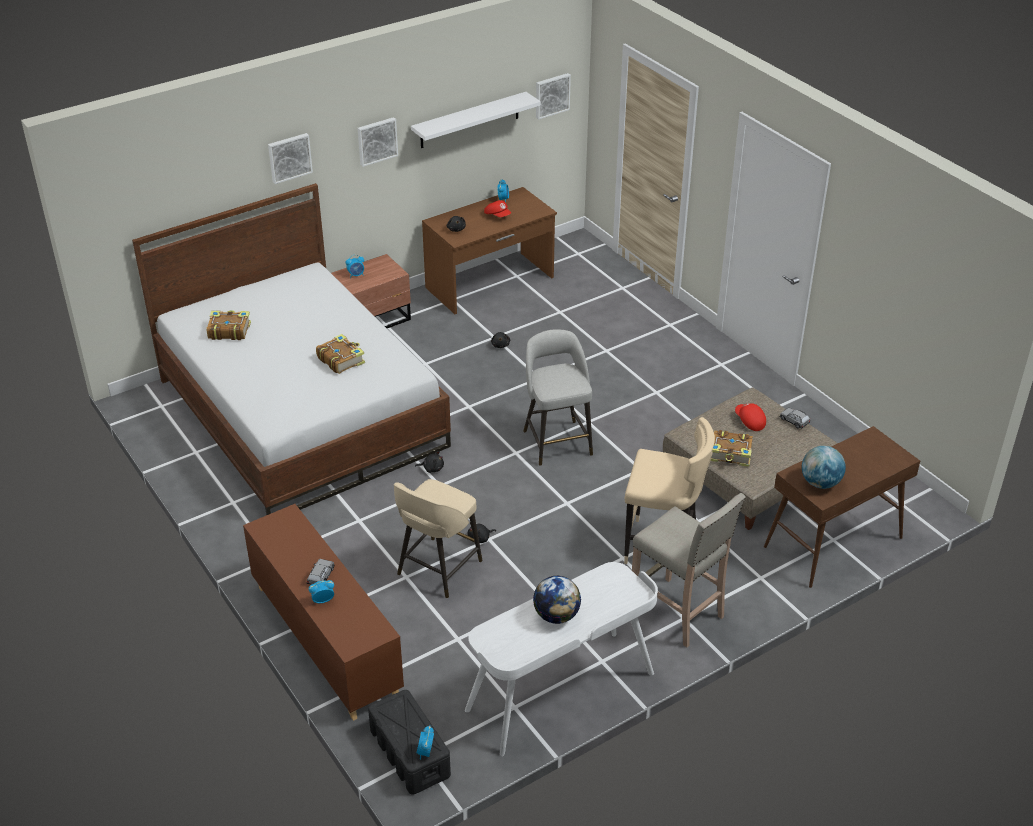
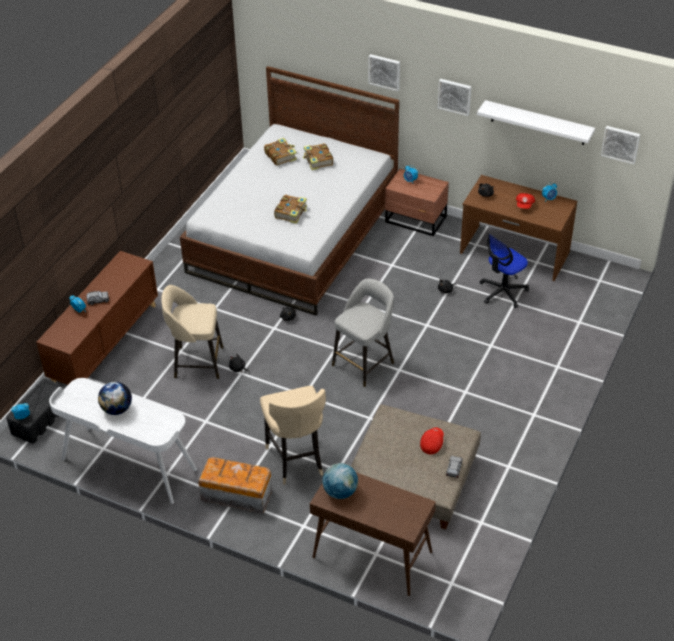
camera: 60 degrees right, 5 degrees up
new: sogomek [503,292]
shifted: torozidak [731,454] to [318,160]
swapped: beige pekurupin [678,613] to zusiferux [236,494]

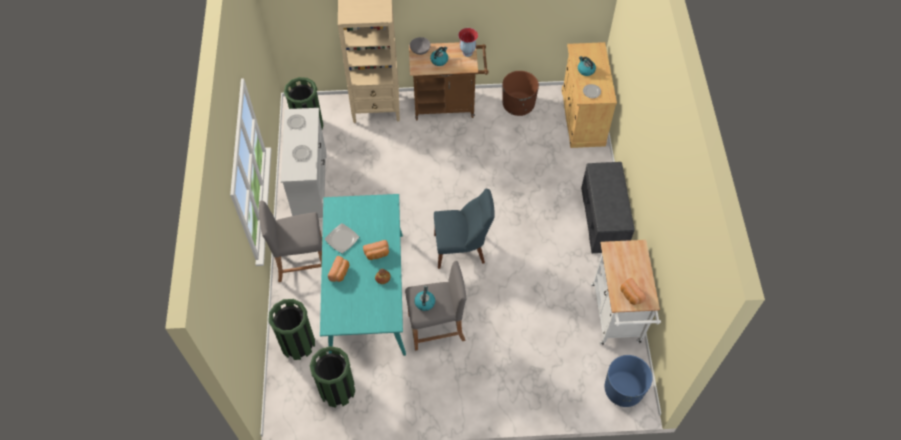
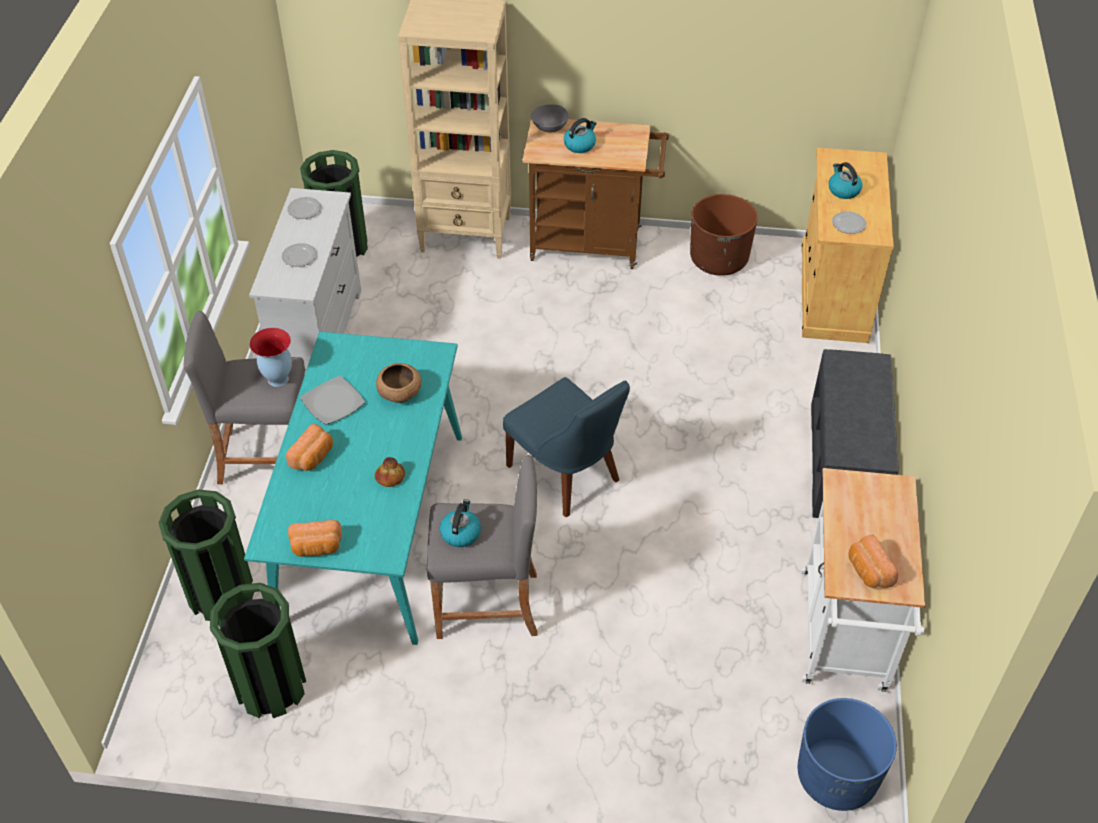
camera: 10 degrees right, 10 degrees down
new: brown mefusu [400,393]
shifted: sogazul [377,254] to [316,547]; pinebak [467,53] to [278,379]
rotated: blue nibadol [462,249] = [566,476] 45 degrees clockwise

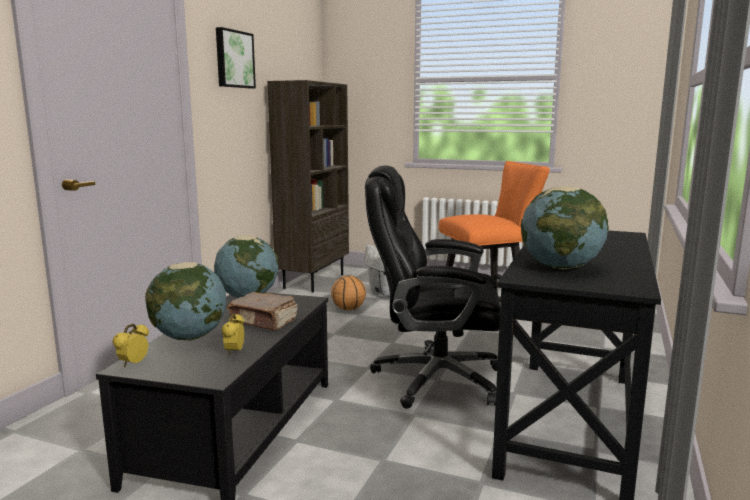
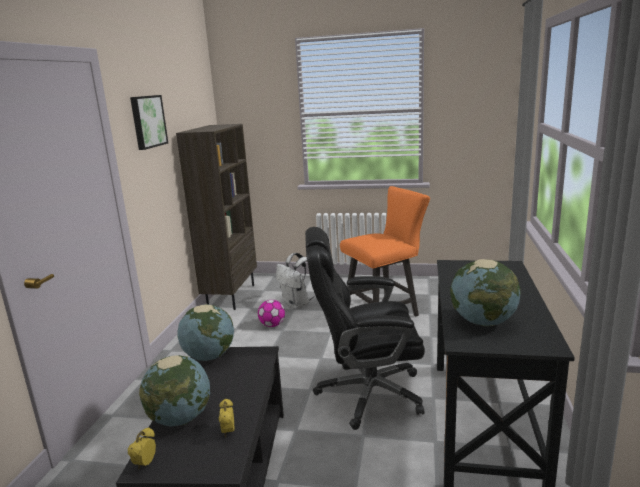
camera: 10 degrees left, 5 degrees up
gone: brown torozidak [264,322]
swapped: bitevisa [349,309] to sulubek [272,325]

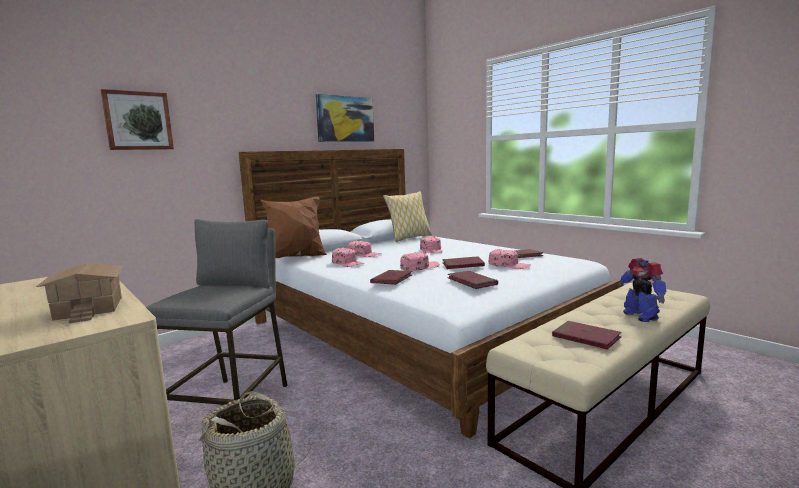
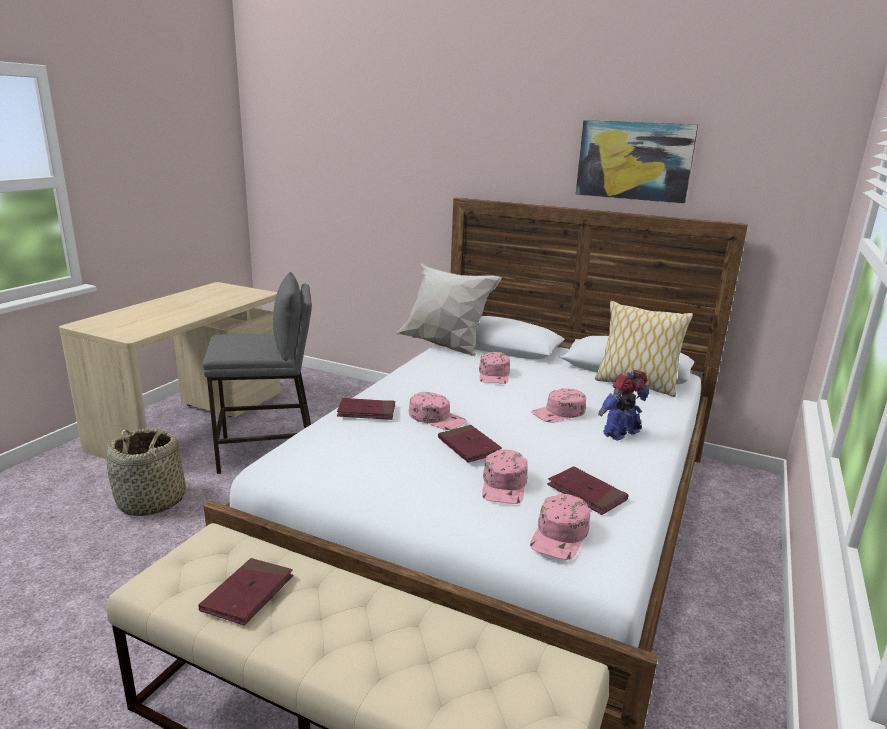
camera: 65 degrees right, 10 degrees up
gone: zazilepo [91,308]; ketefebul [138,121]; red torozidak [472,282]
shifted: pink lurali [347,263] to [560,535]; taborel [640,316] to [622,434]
repainted: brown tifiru [296,258] to white tifiru [444,346]

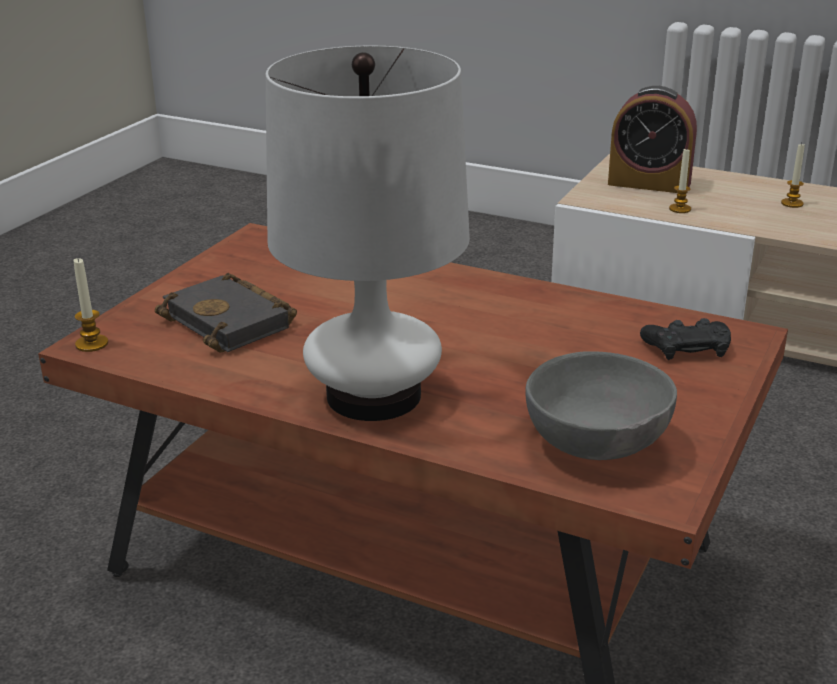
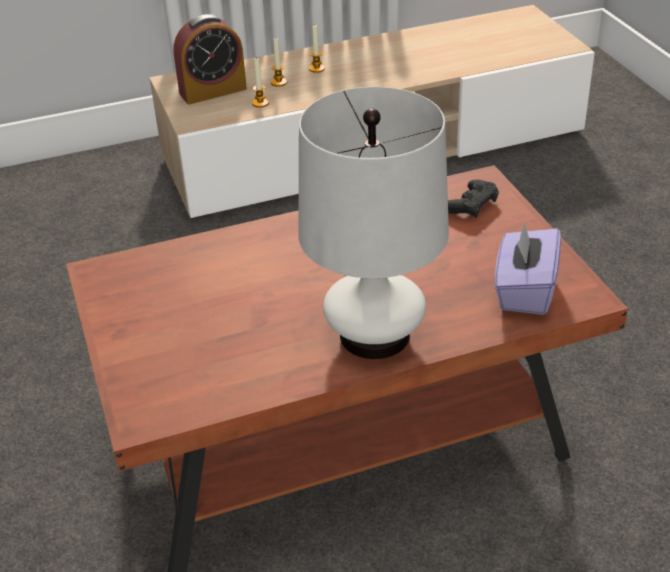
camera: 45 degrees left, 10 degrees up
gone: black torozidak [233,322]
shifted: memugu [92,344] to [279,82]
swapped: grey mefusu [597,447] to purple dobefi [524,291]

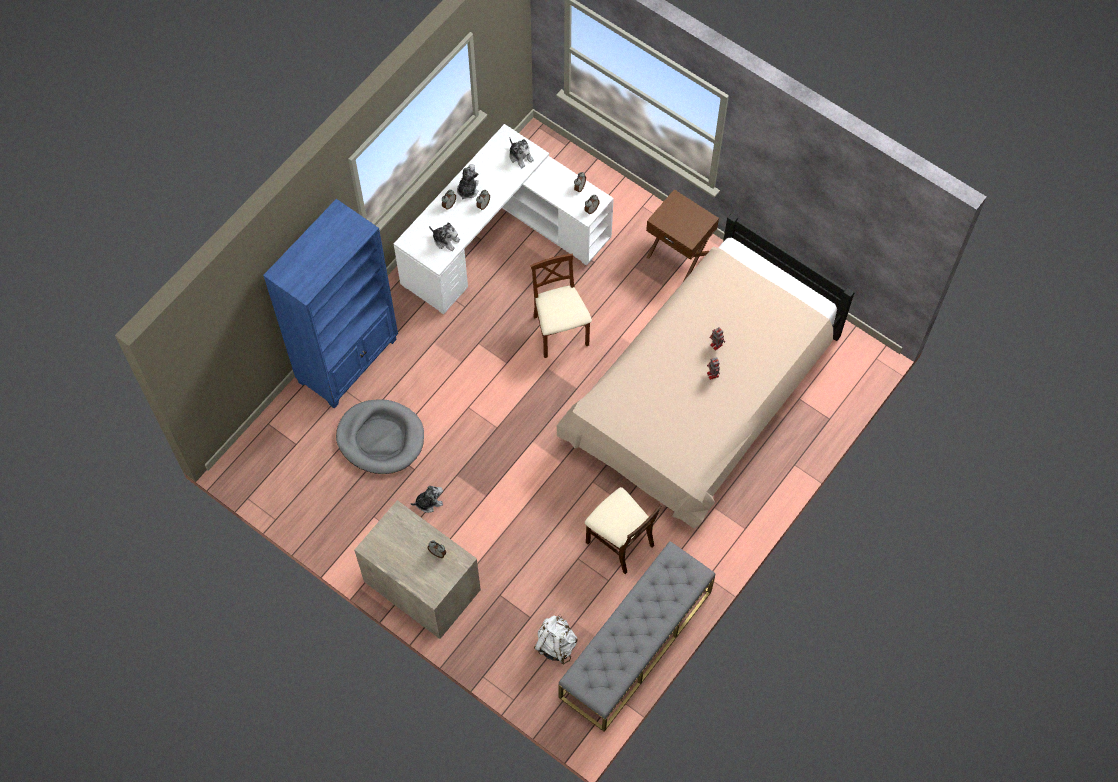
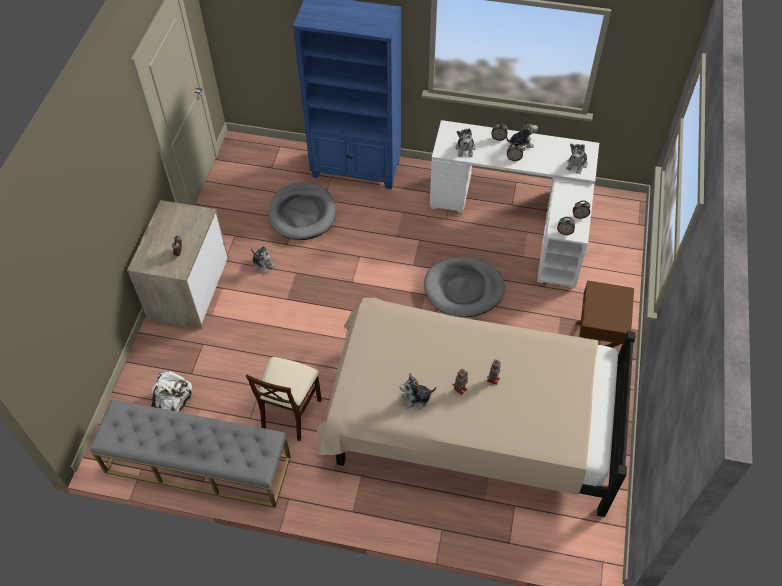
camera: 65 degrees right, 10 degrees down
new: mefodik [416,399]
swapped: brown nibadol [560,332] to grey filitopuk [463,289]

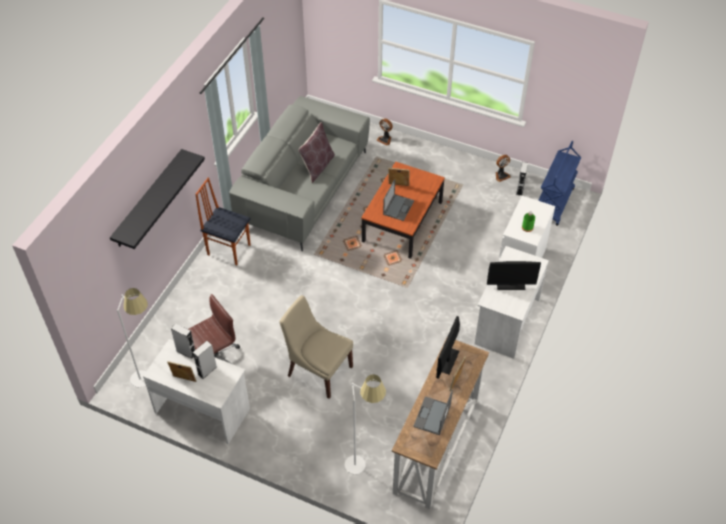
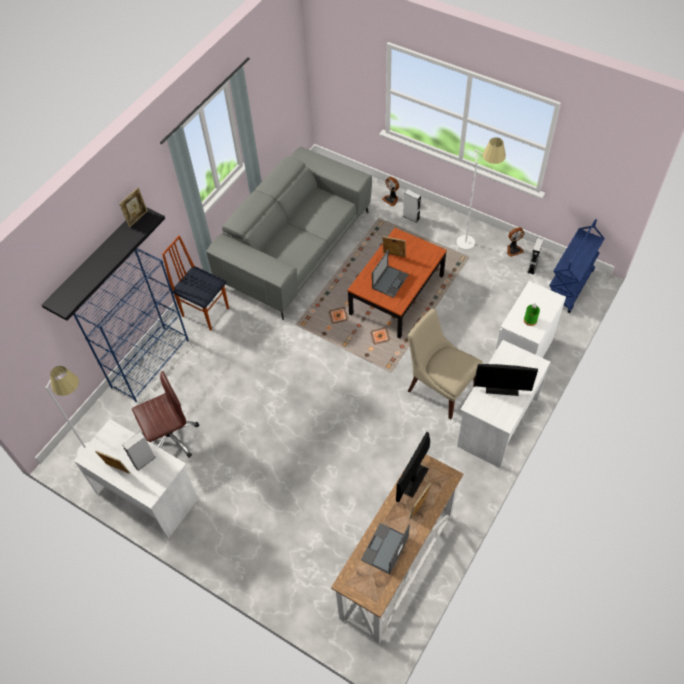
camera: 10 degrees right, 5 degrees up
gone: brown tifiru [317,166]
new: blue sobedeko [150,363]; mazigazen [137,218]
shifted: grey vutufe [186,352] to [411,217]; beige nibadol [318,370] to [440,387]; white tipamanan [364,461] to [473,240]

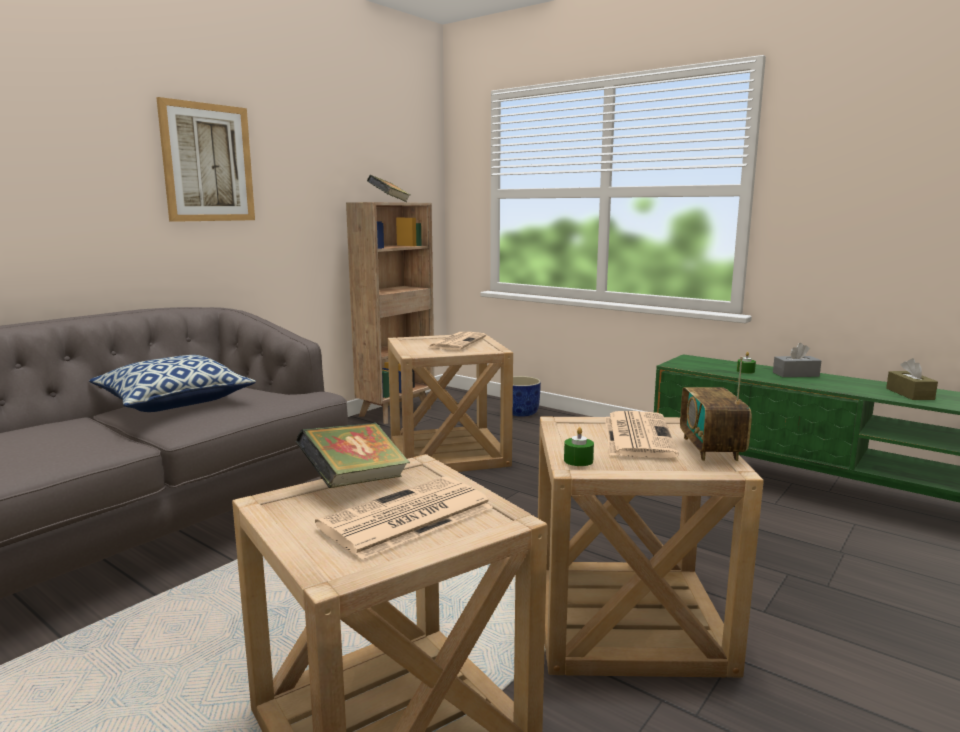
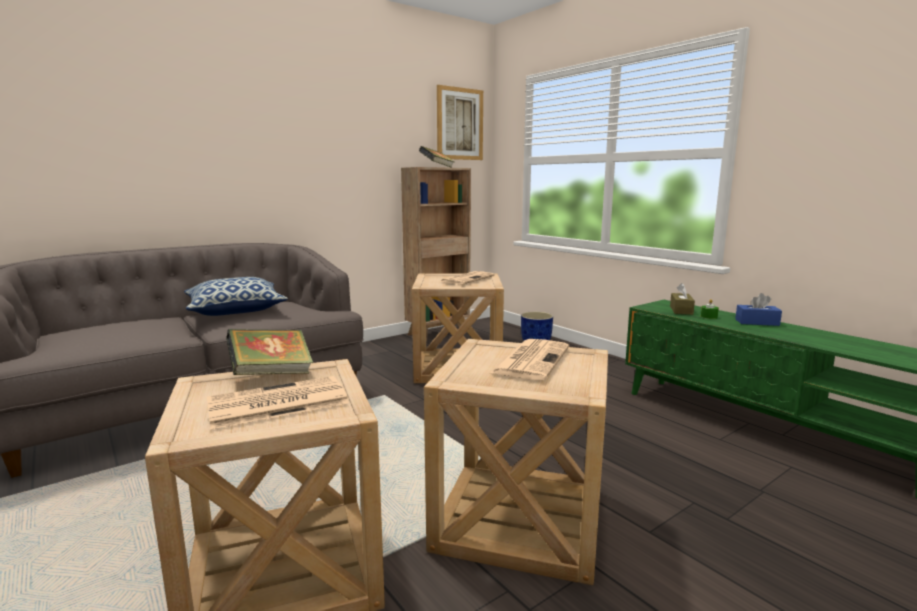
camera: 15 degrees right, 0 degrees up
gone: green memugu [578,460]; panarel [711,449]
shifted: ketefebul [208,163] to [460,124]; brown dobefi [909,394] to [681,310]
repainted: grey dobefi [795,374] to blue dobefi [757,322]

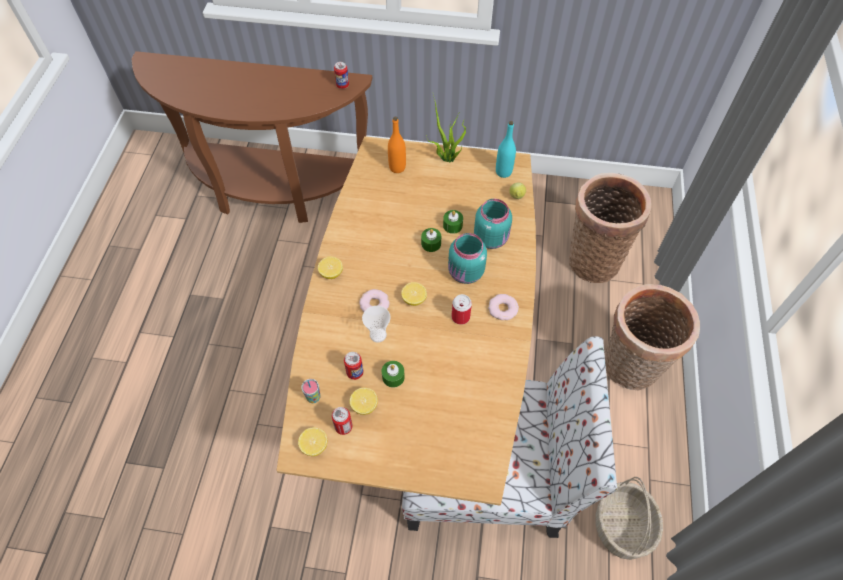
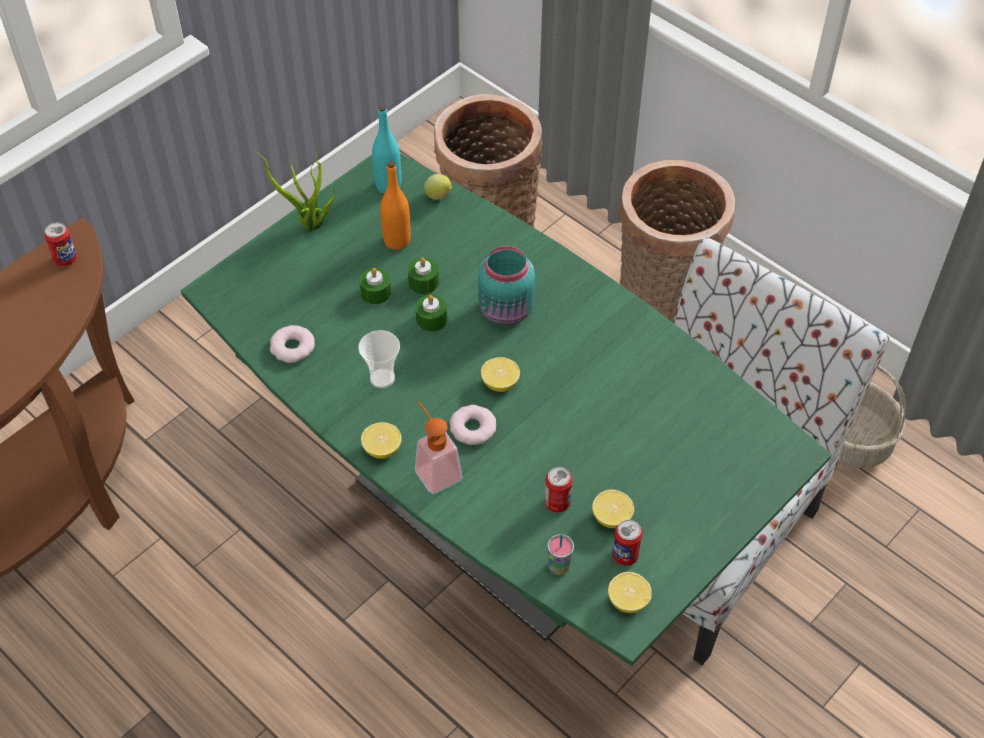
camera: 55 degrees left, 5 degrees down
gone: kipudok [460,317]; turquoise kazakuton [491,238]
new: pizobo [434,469]
shifted: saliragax [378,335] to [382,378]; green memugu [393,377] to [376,292]; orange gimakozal [397,167] to [397,241]; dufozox [502,309] to [292,347]
repainted: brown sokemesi [421,370] to green sokemesi [491,518]

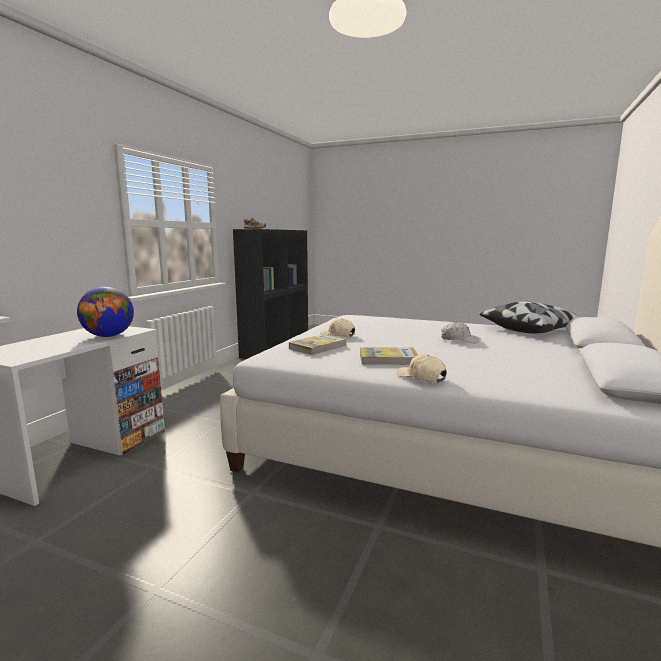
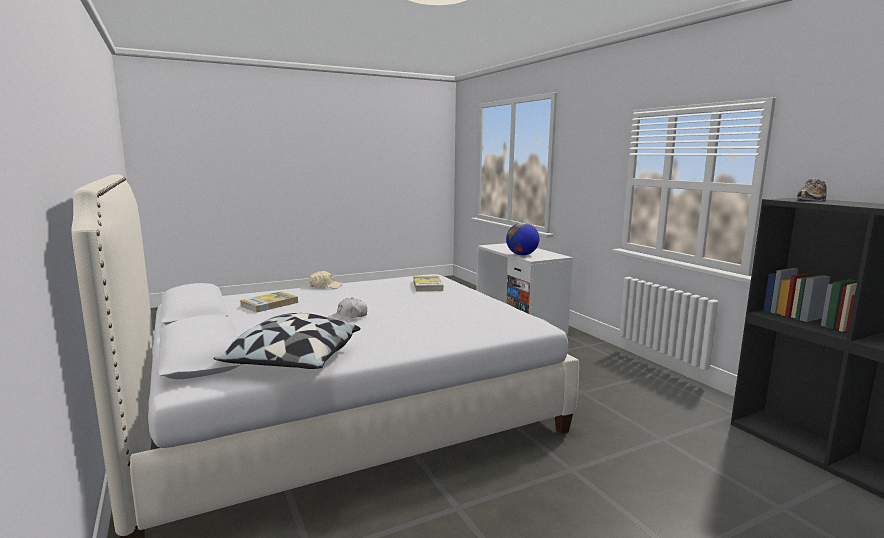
camera: 130 degrees right, 0 degrees up
gone: beige lurali [338,335]
shifted: torozidak [388,359] to [269,304]

